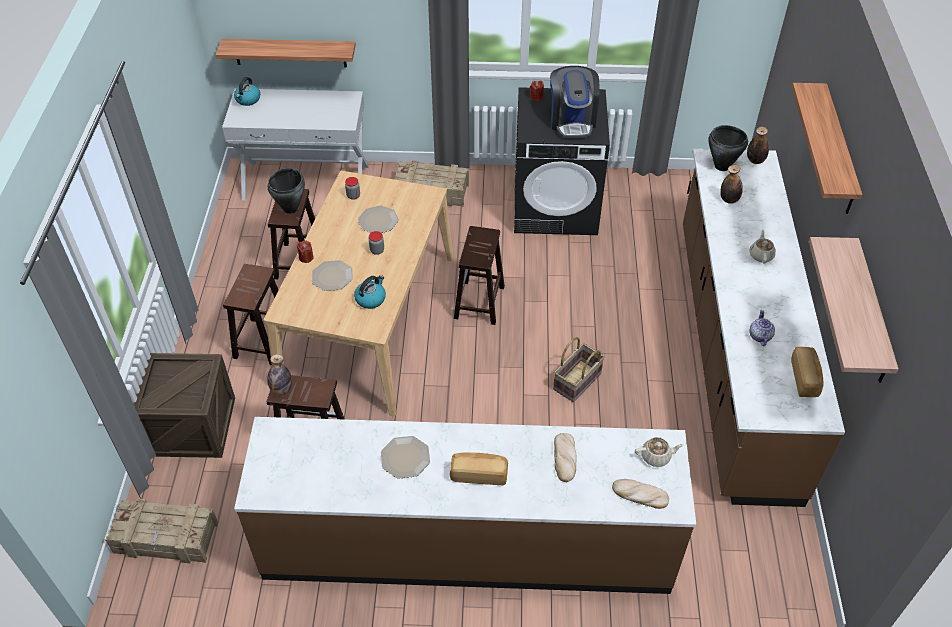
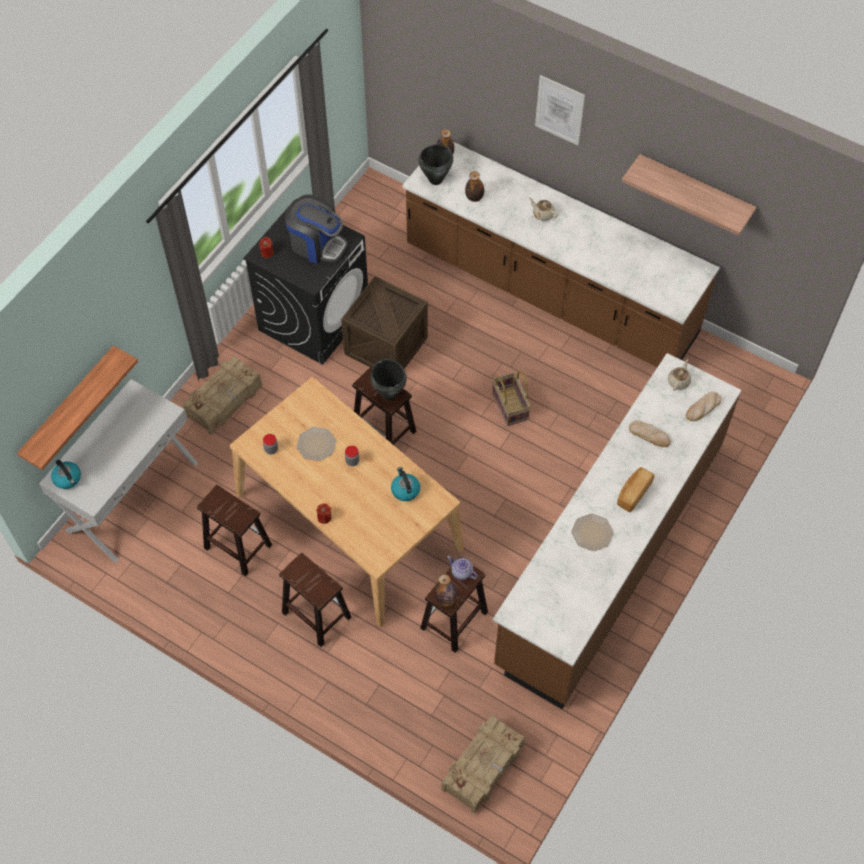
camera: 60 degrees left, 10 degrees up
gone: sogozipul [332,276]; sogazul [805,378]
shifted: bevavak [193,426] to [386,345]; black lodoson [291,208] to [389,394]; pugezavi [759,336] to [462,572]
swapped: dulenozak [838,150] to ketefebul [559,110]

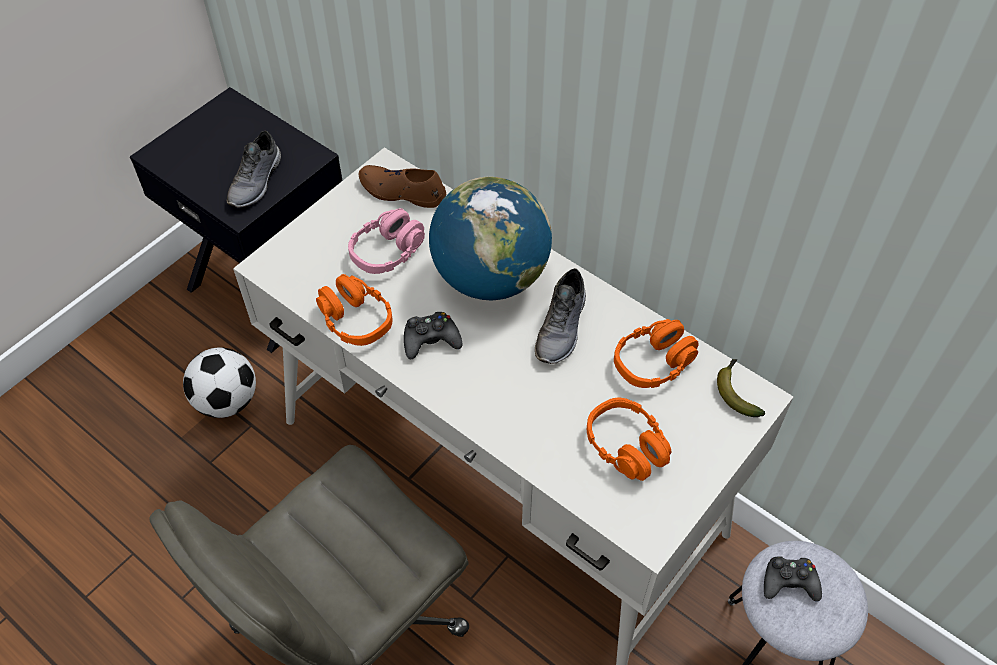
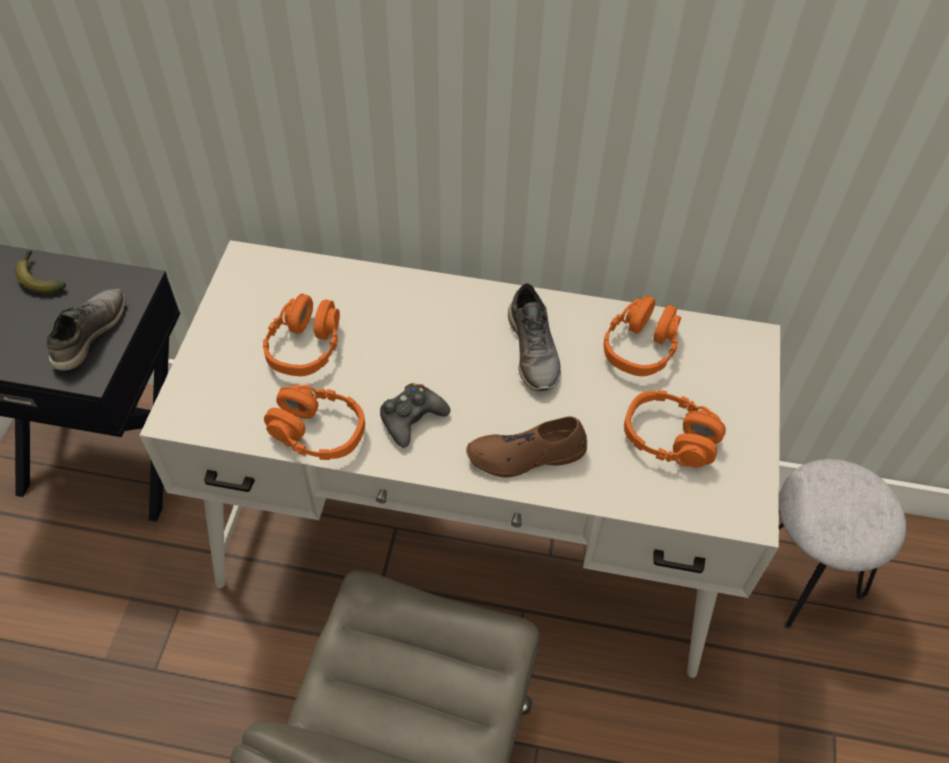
camera: 30 degrees left, 0 degrees up
gone: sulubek [227,401]; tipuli [490,277]; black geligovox [789,582]
shifted: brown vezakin [402,191] to [526,455]; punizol [736,391] to [39,278]
repainted: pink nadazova [387,251] to orange nadazova [305,346]
rotated: grey vezakin [257,182] = [89,334] 150 degrees counterclockwise

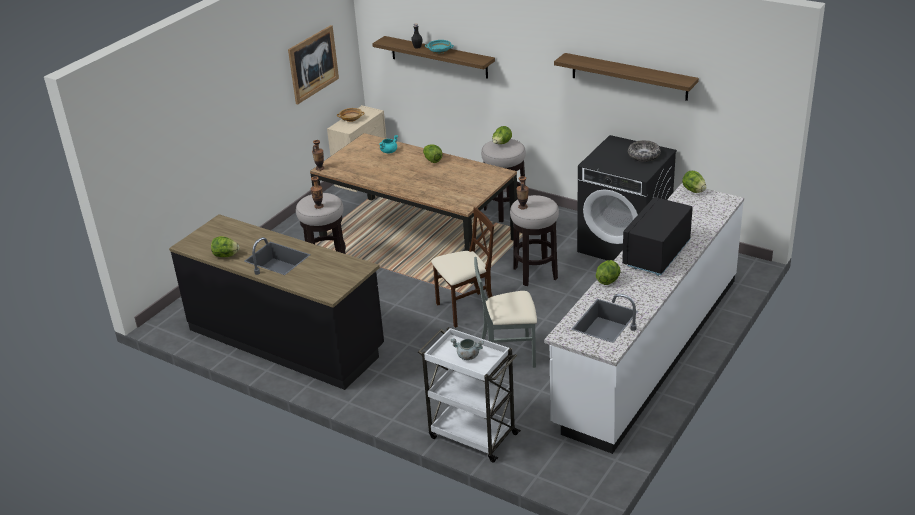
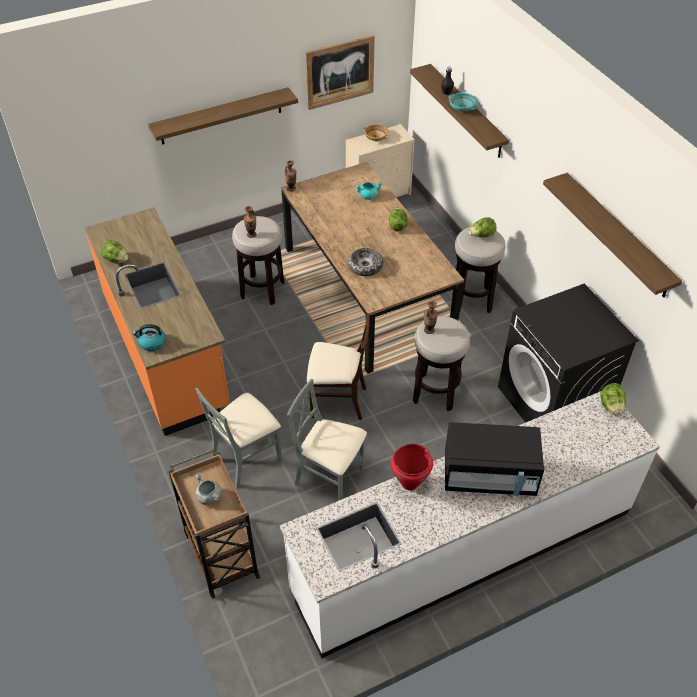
camera: 30 degrees right, 15 degrees up
new: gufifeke [152,343]; dulenozak [221,116]; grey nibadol [246,459]
shifted: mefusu [644,155] to [365,266]
swapped: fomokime [608,280] to red lodoson [409,483]
repainted: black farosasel [286,339] to orange farosasel [166,352]; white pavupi [471,435] to brown pavupi [221,553]
rotated: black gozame [656,254] = [489,475] 150 degrees counterclockwise

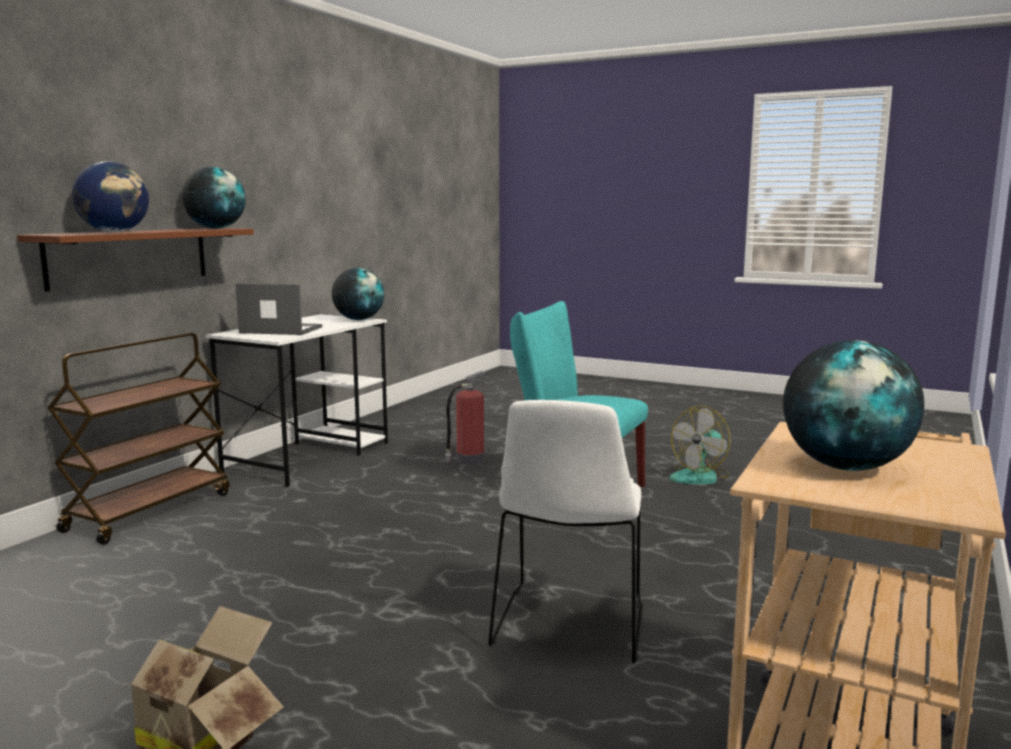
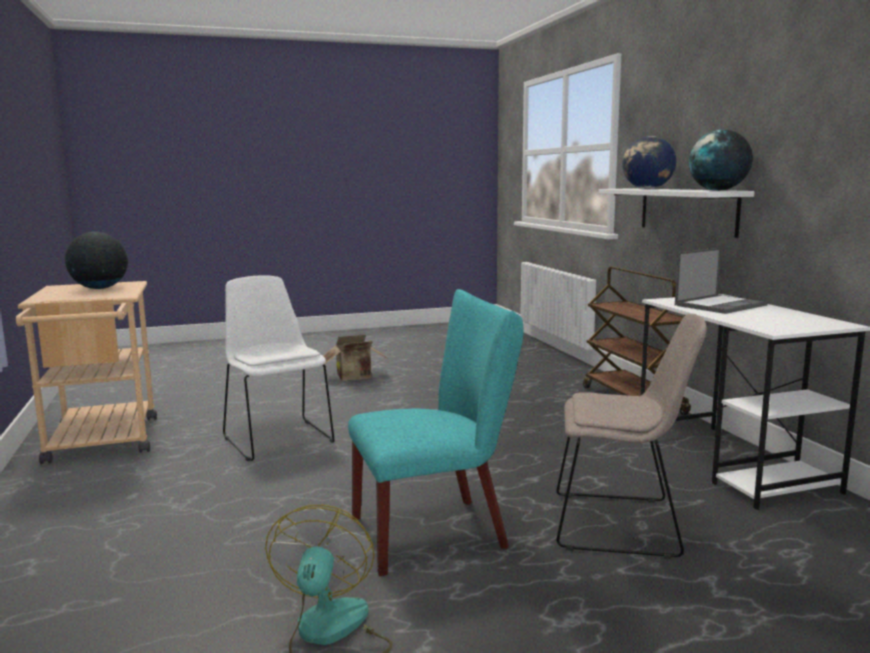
camera: 135 degrees right, 0 degrees up
gone: tipuli [359,319]
swapped: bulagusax [469,460] to beige nibadol [621,524]
repainted: brown dulenozak [129,257] to white dulenozak [687,210]

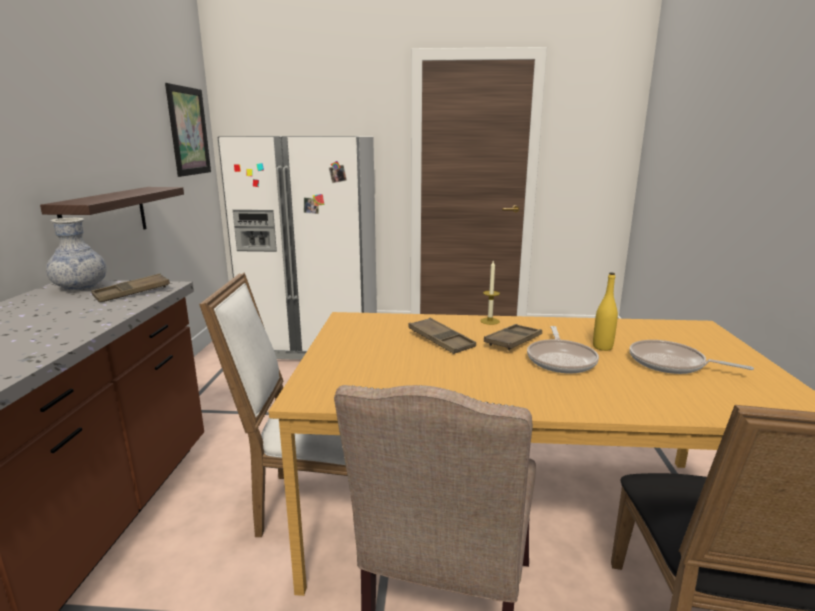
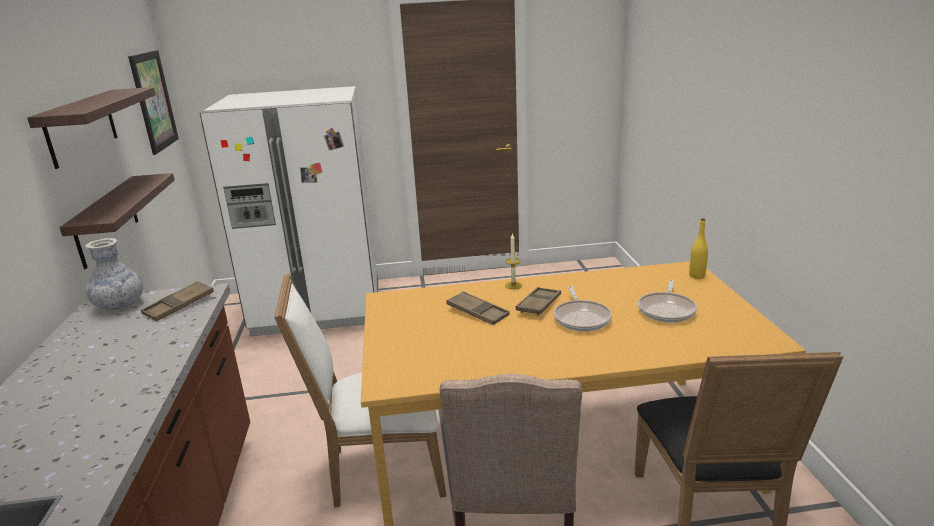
camera: 10 degrees left, 5 degrees up
new: dulenozak [81,127]
shifted: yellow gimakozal [602,347] to [697,276]
rotated: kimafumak [671,363] = [667,310] 90 degrees counterclockwise

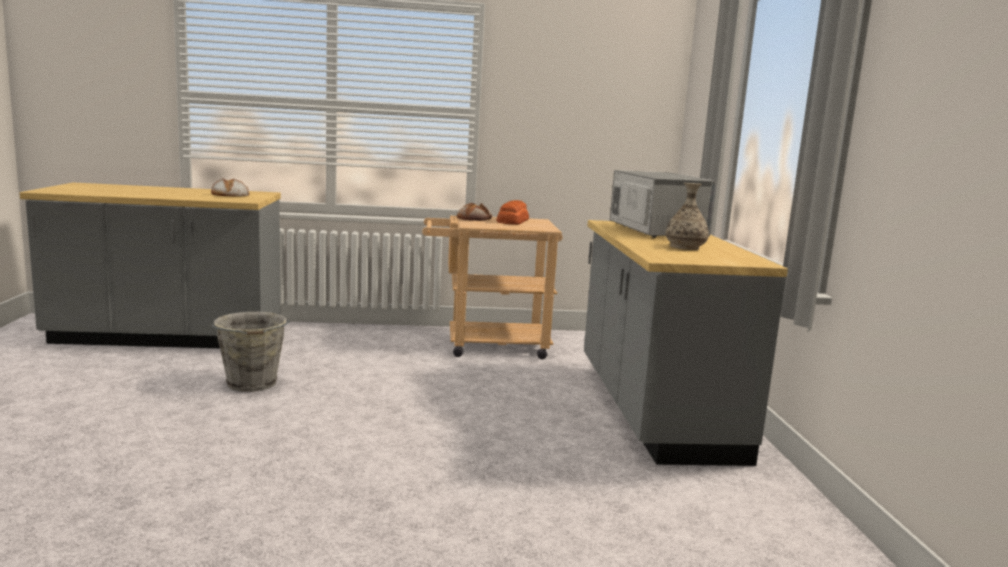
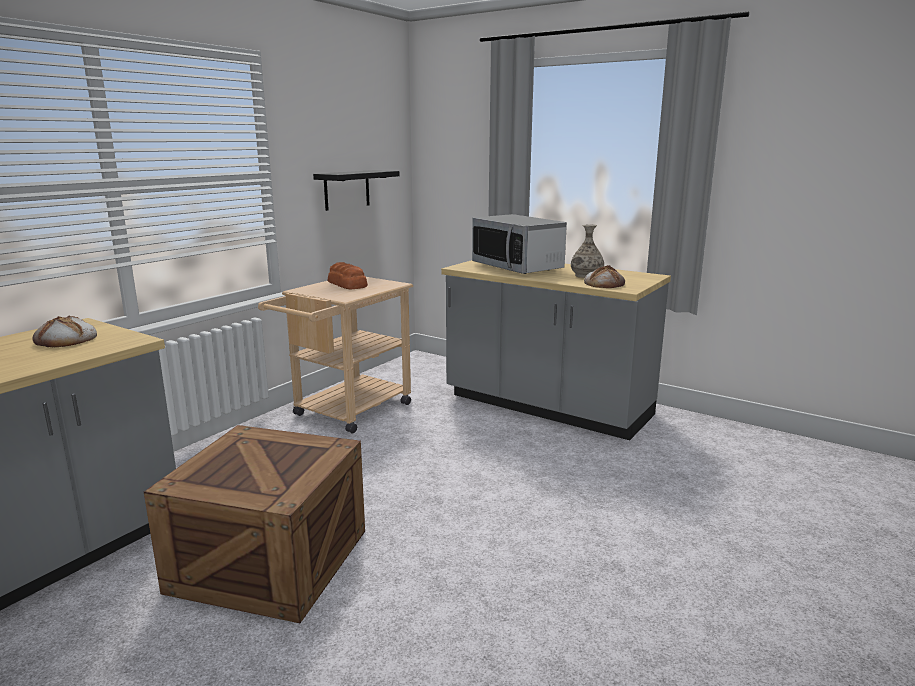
camera: 50 degrees left, 5 degrees up
new: black dulenozak [347,190]
shifted: sogazul [474,218] to [604,283]
swapped: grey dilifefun [252,384] to bevavak [269,558]
rotated: gozame [655,232] = [517,267] 150 degrees counterclockwise

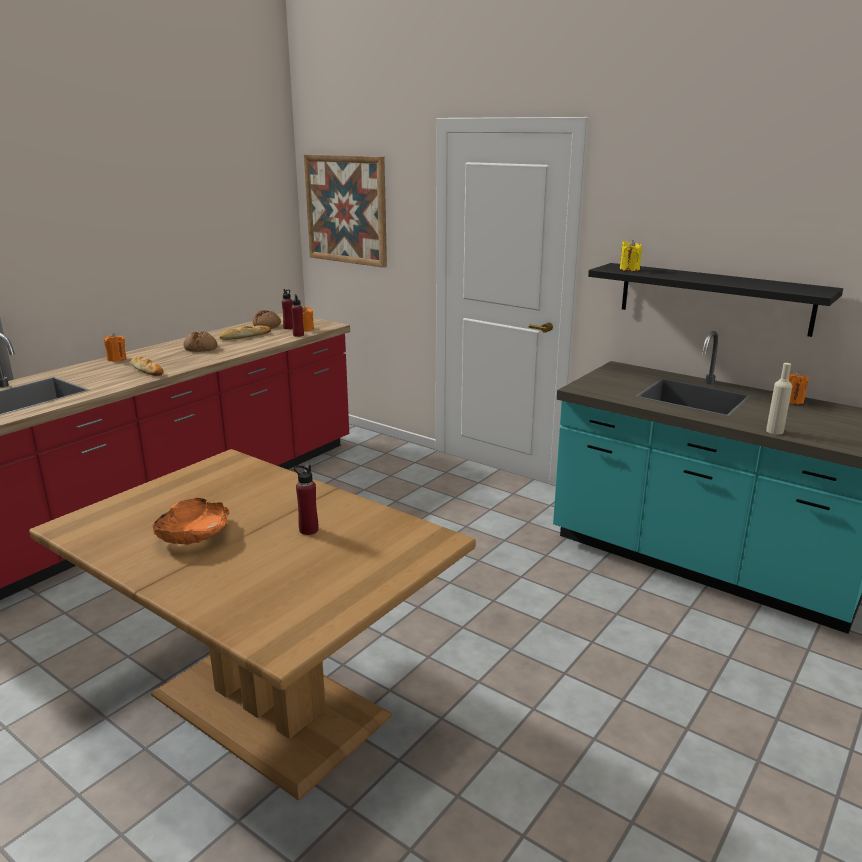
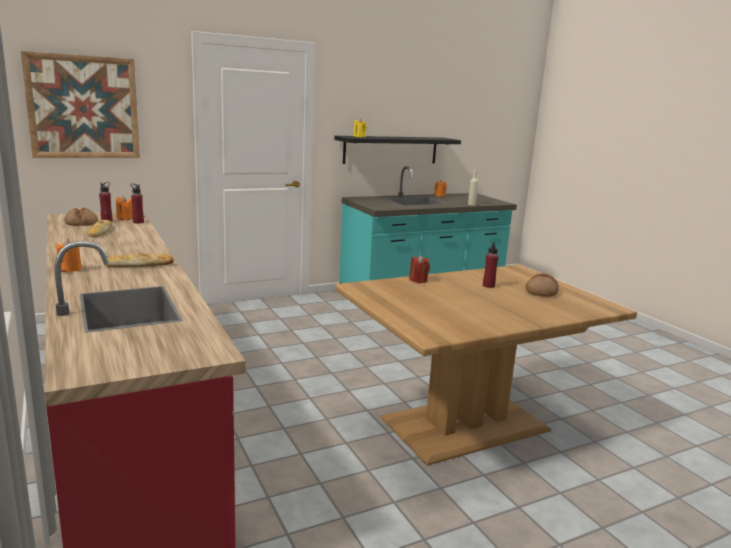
camera: 65 degrees left, 5 degrees down
gone: orange mefusu [194,534]
new: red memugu [418,280]
shifted: sogazul [200,348] to [541,292]

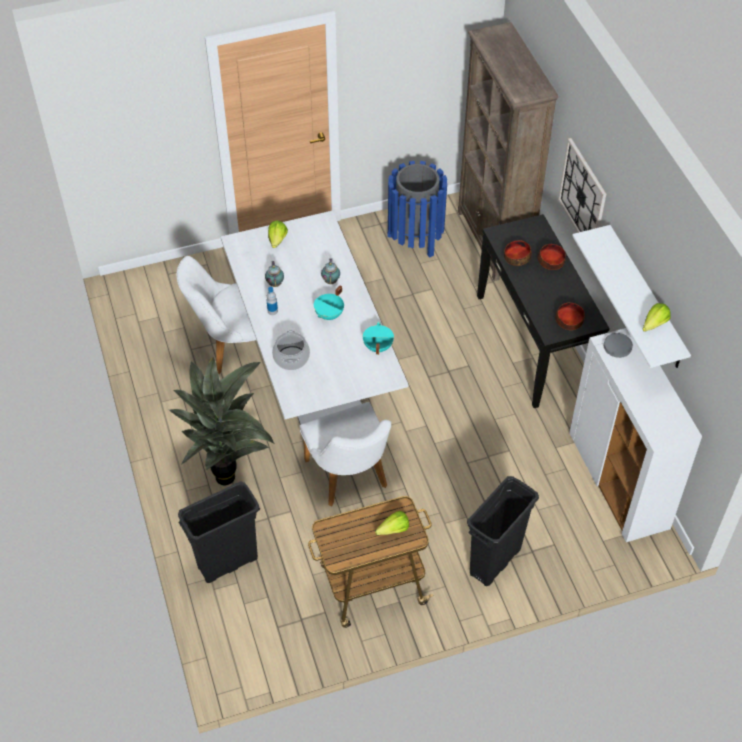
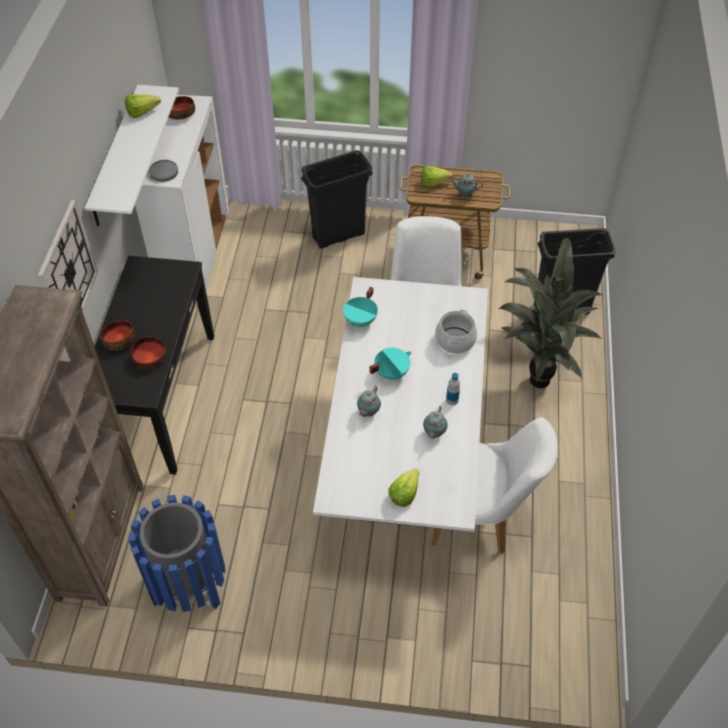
camera: 155 degrees left, 0 degrees up
new: pugezavi [465,194]
shifted: mefusu [569,321] to [181,113]

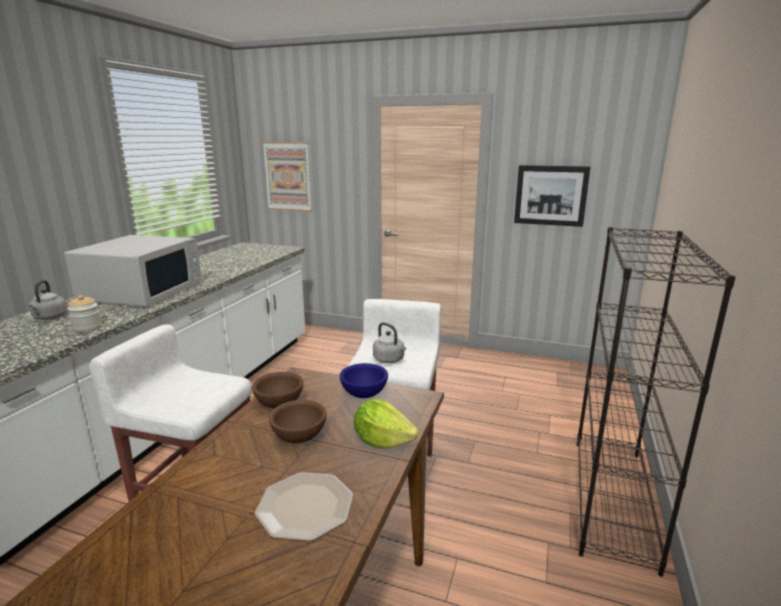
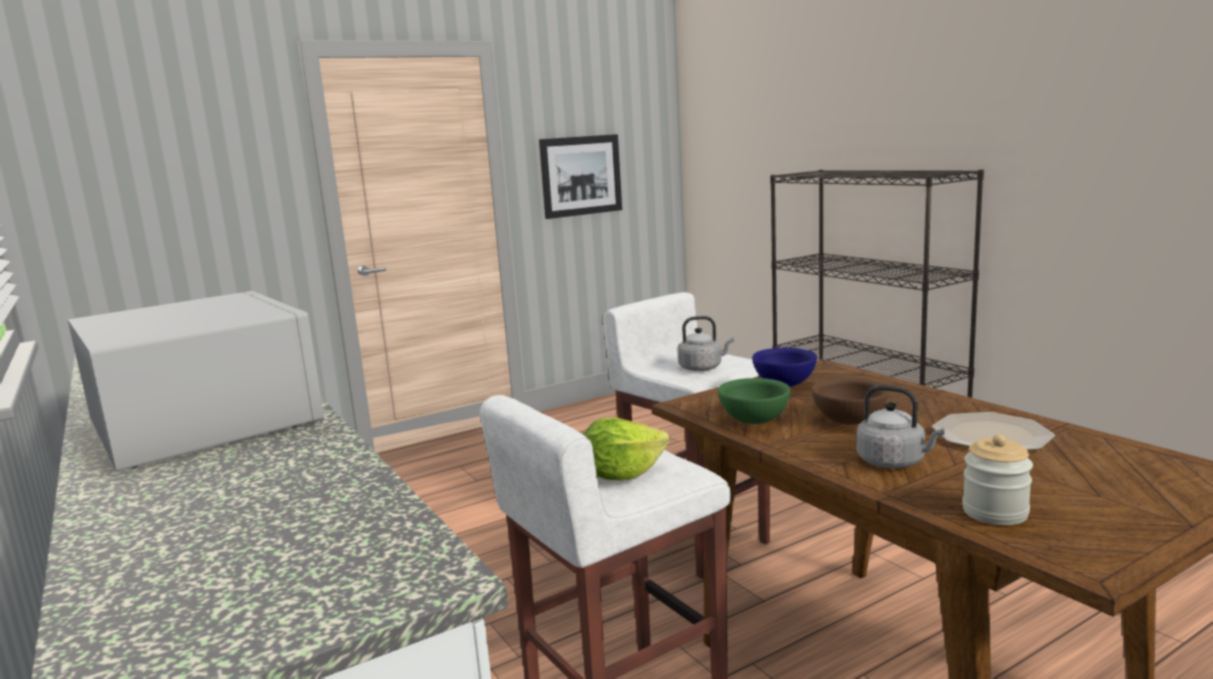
camera: 50 degrees left, 5 degrees down
gone: ketefebul [288,176]
shifted: grey gufifeke [49,318] to [894,462]; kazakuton [87,328] to [995,512]; fomokime [382,441] to [621,475]
repainted: brown mefusu [280,404] to green mefusu [753,421]

